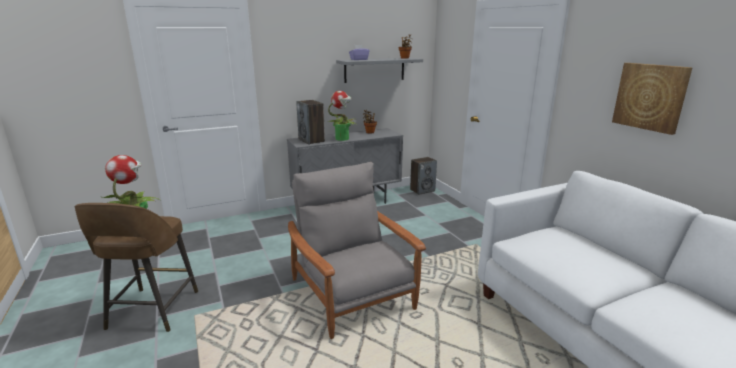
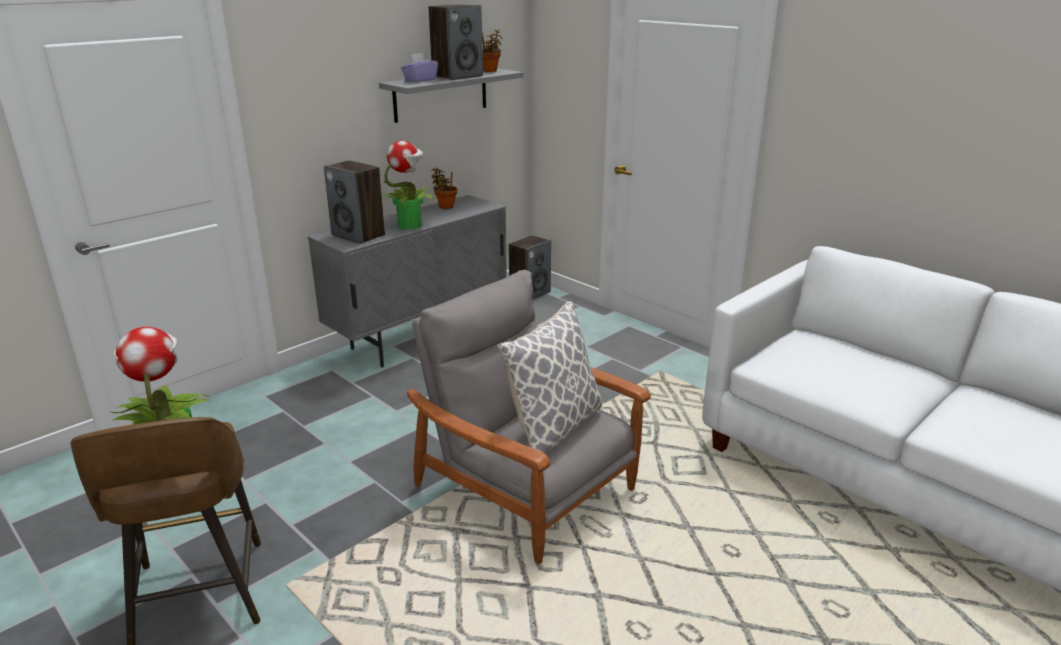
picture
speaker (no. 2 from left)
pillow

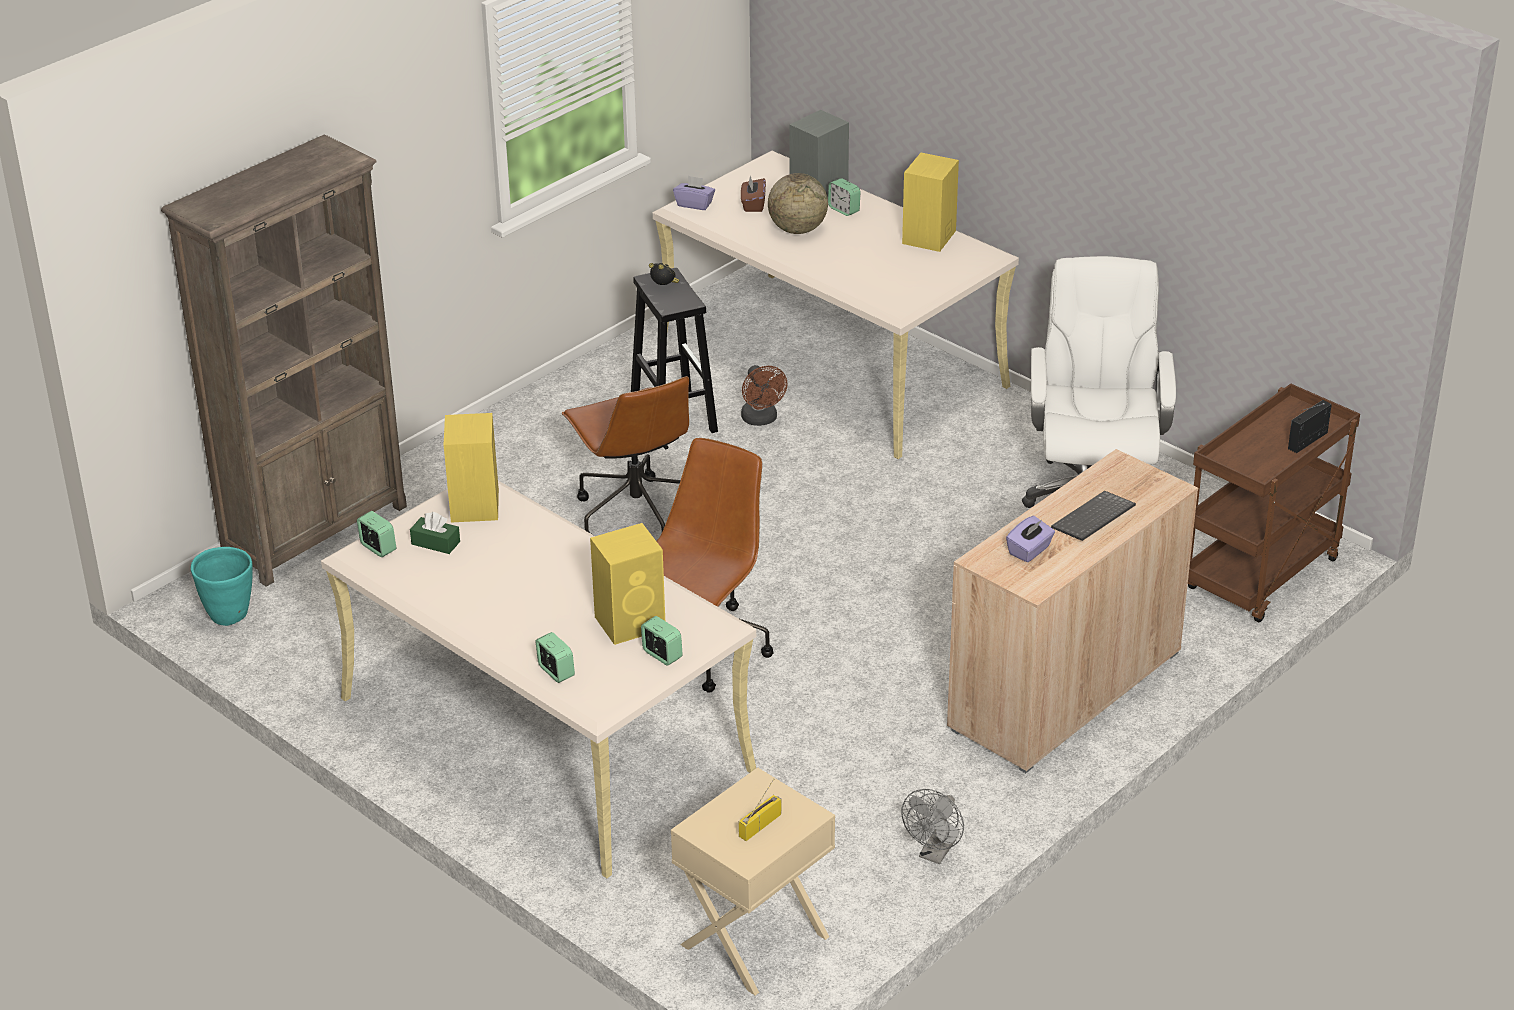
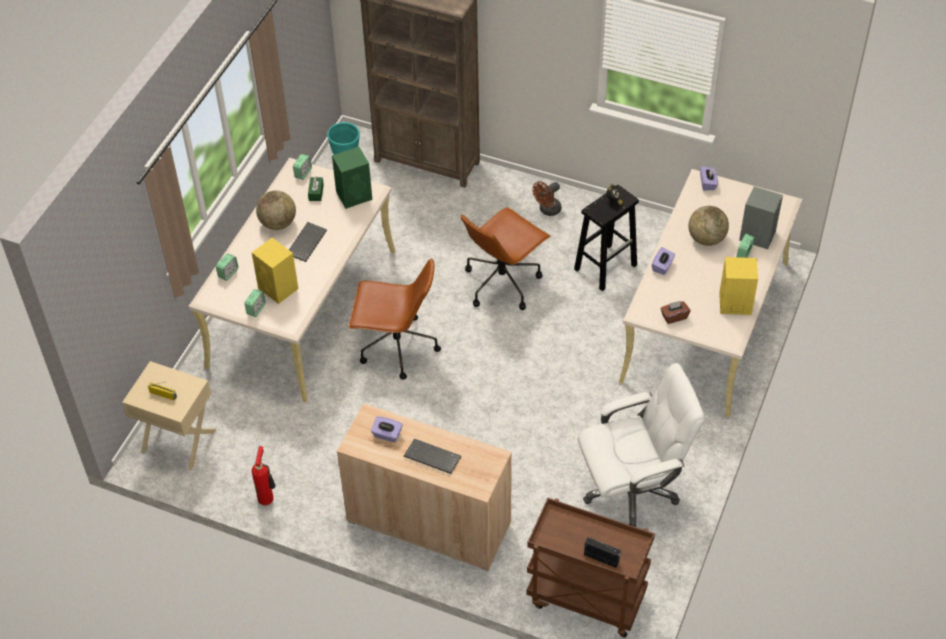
tissue box (brown)
fan (brown)
speaker (green)
fire extinguisher
globe (no. 1 from left)
keyboard (no. 1 from left)
tissue box (purple) (no. 2 from left)

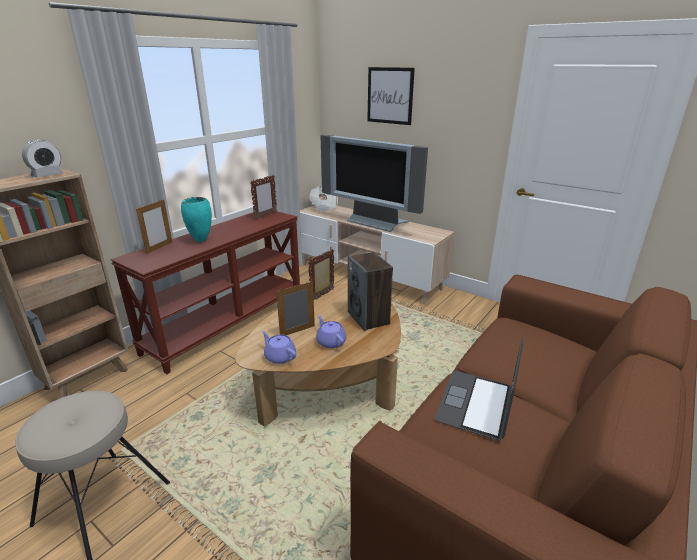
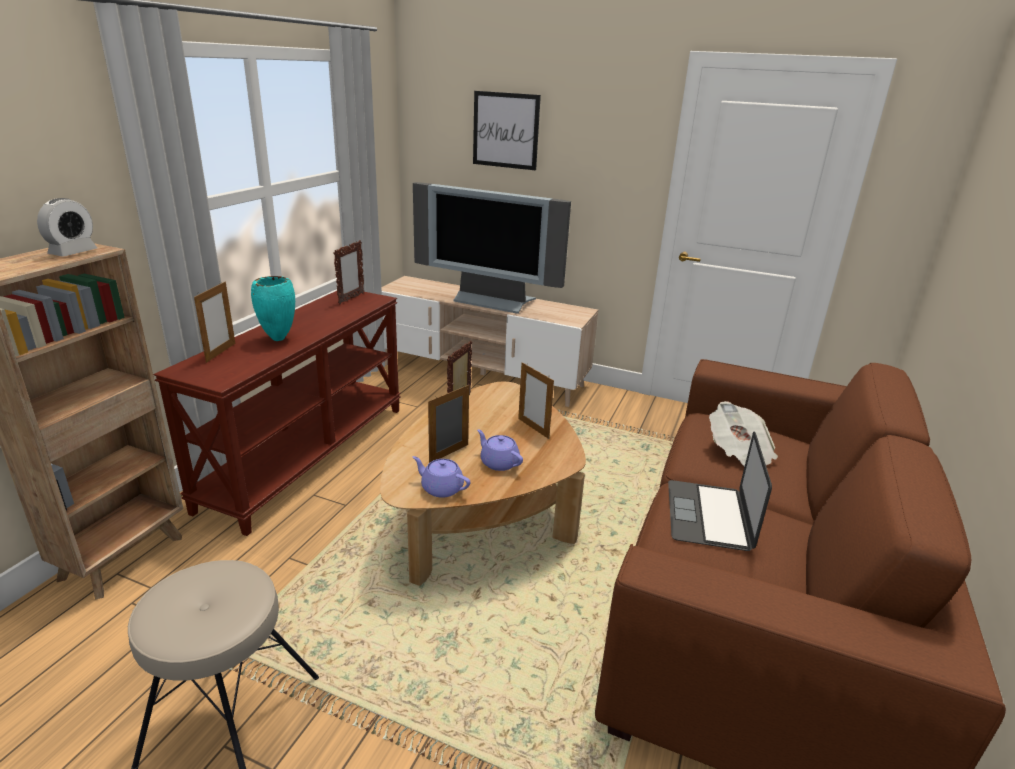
newspaper
picture frame (no. 5 from left)

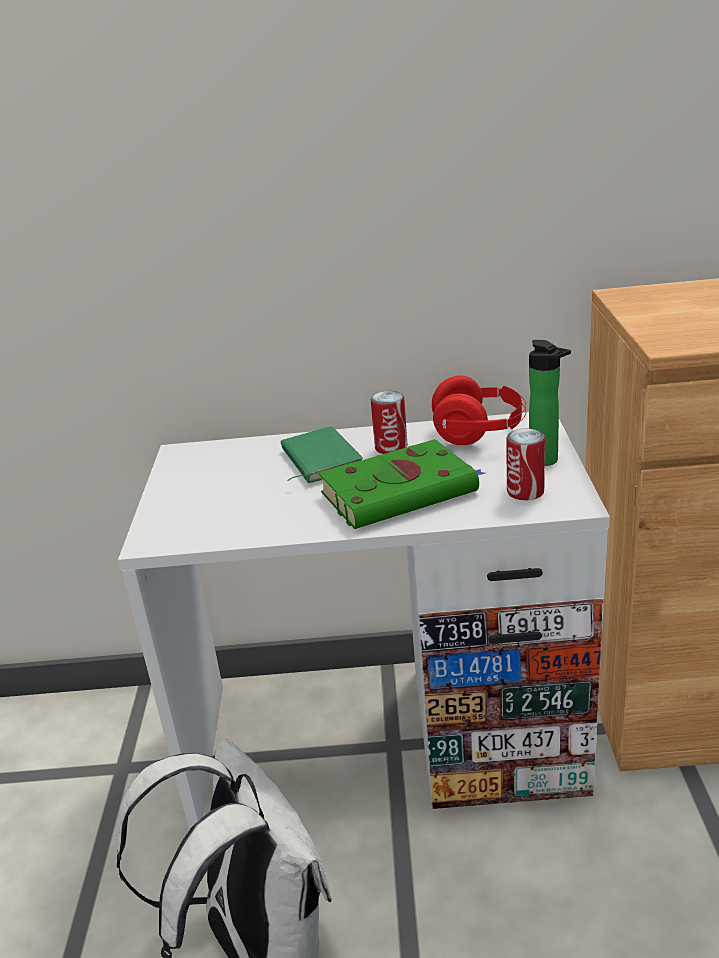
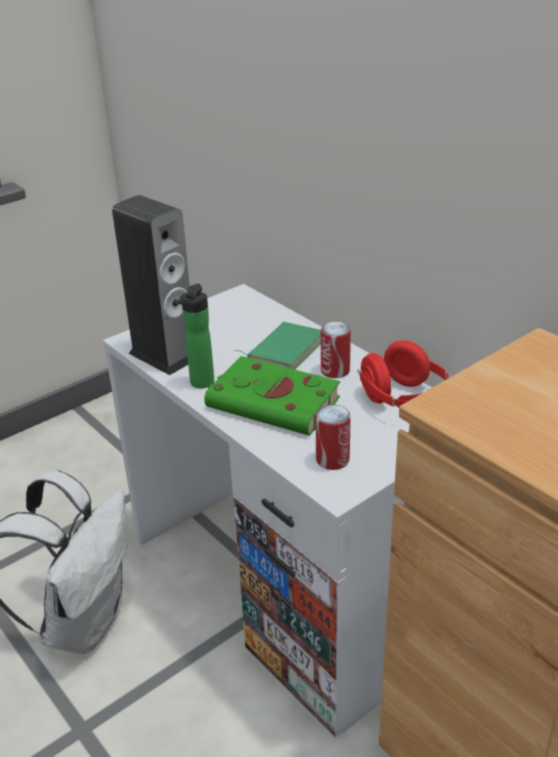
bottle
speaker

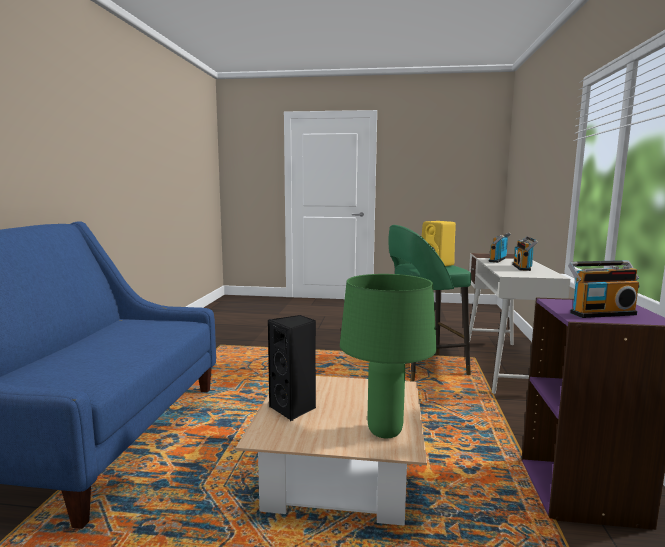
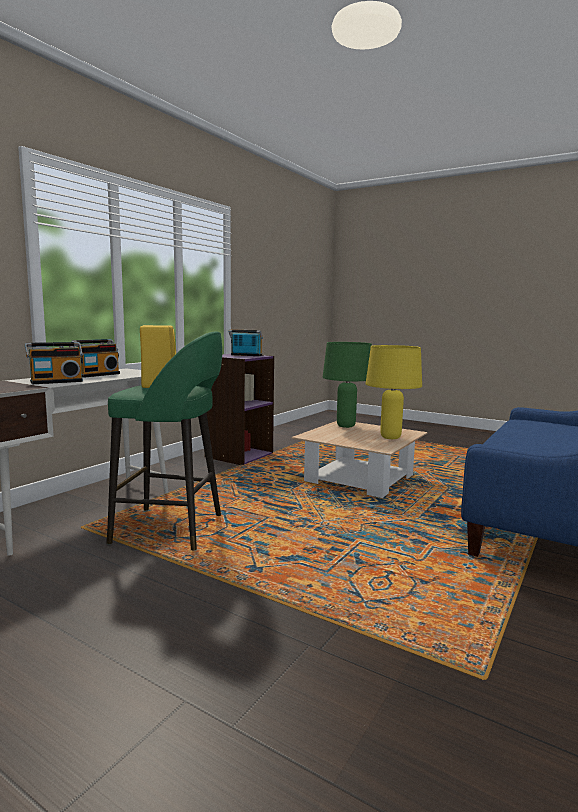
table lamp (yellow)

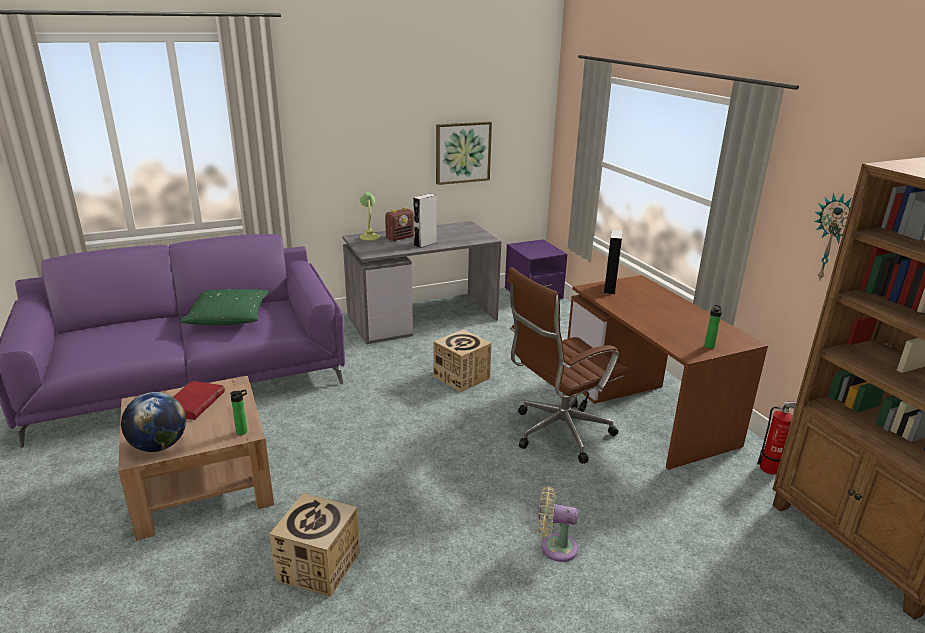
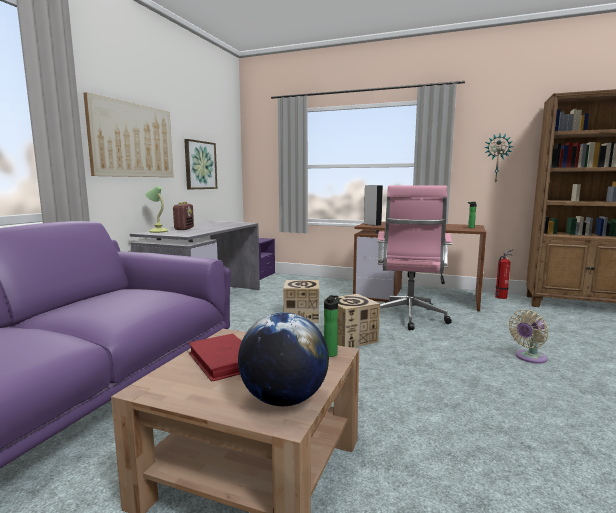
speaker (grey) (no. 1 from left in the first image)
office chair (pink)
pillow (green)
cardboard box (no. 2 from left)
picture (no. 1 from left)

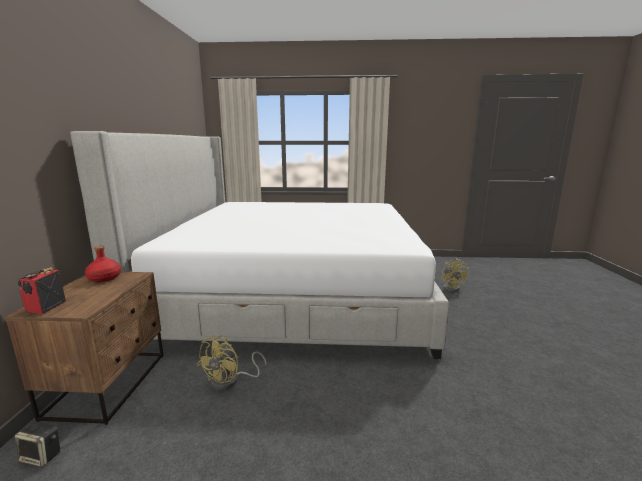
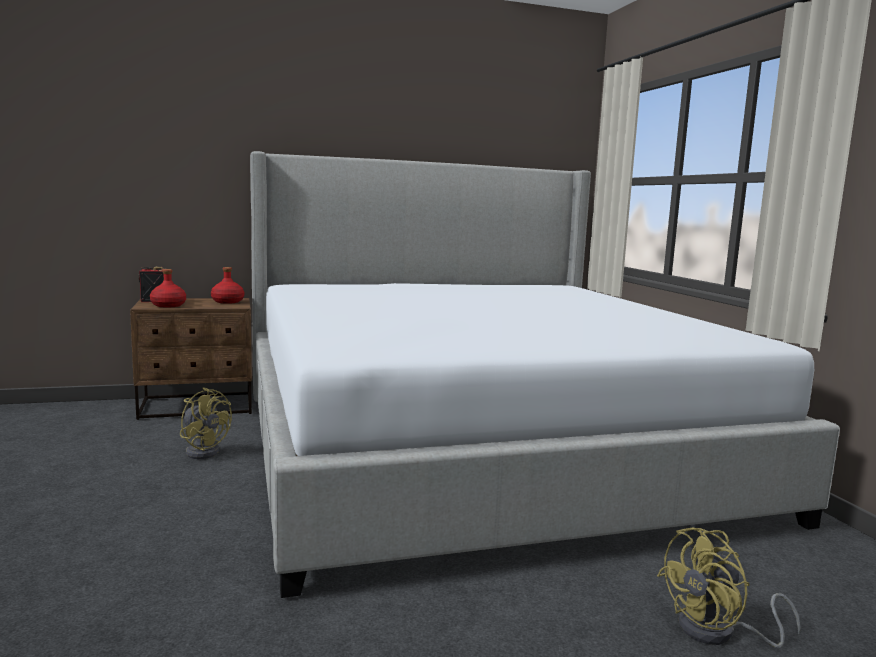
fan (yellow) (no. 1 from left)
speaker
bottle (red) (no. 1 from left)

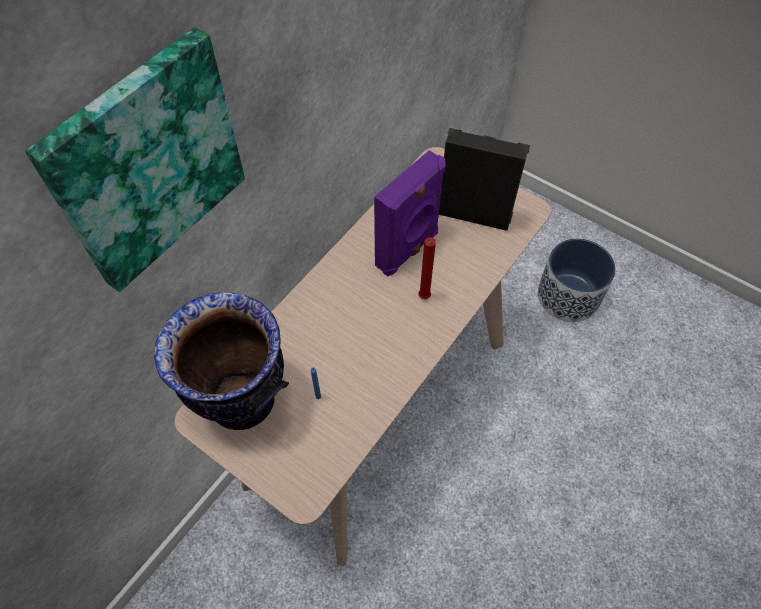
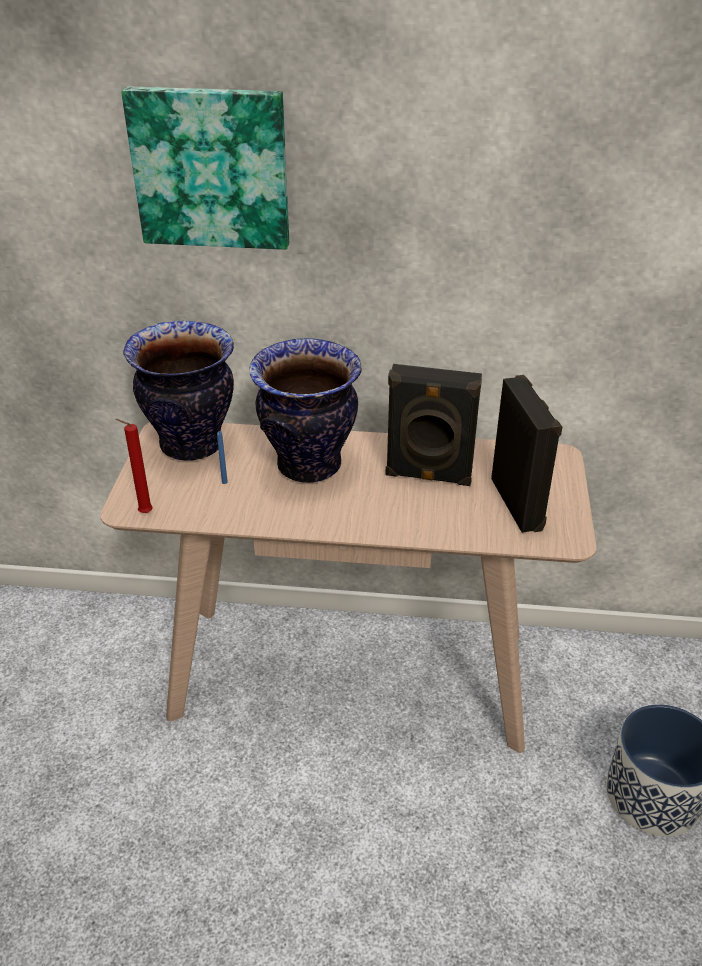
speaker (black) (no. 1 from left)
candle (red)
vase (no. 2 from left)

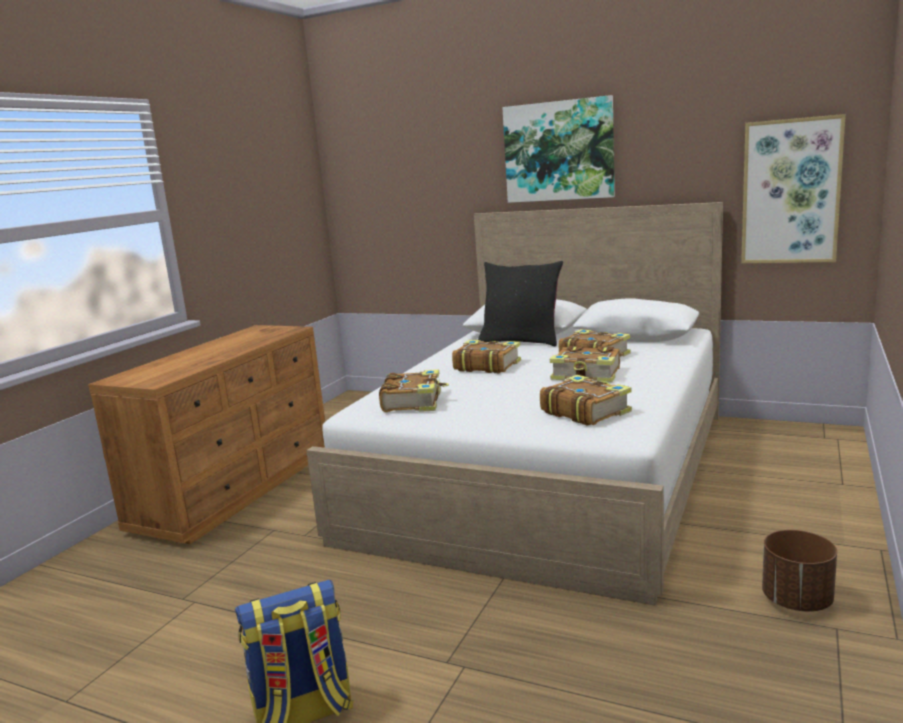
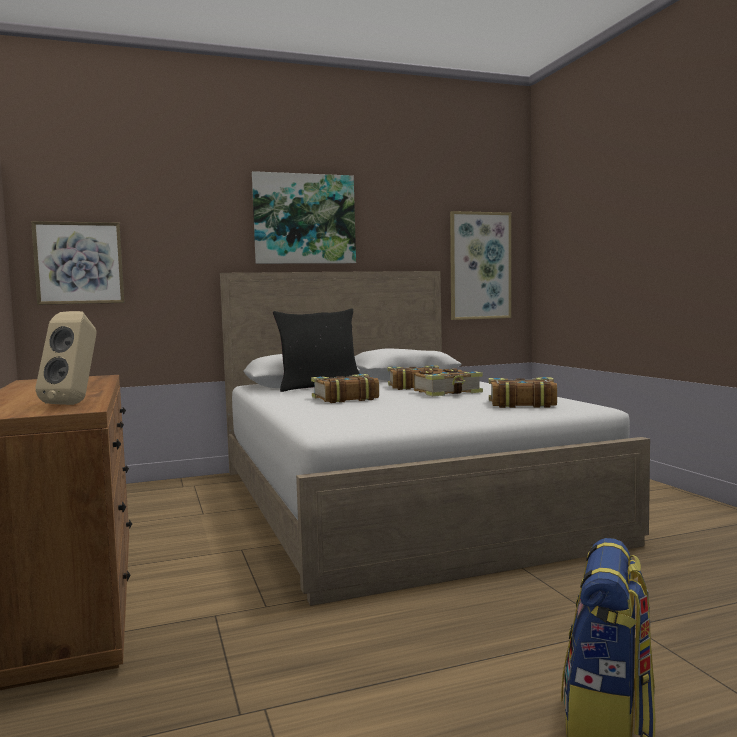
book (no. 1 from left in the first image)
planter (brown)
picture (no. 1 from left)
speaker (beige)

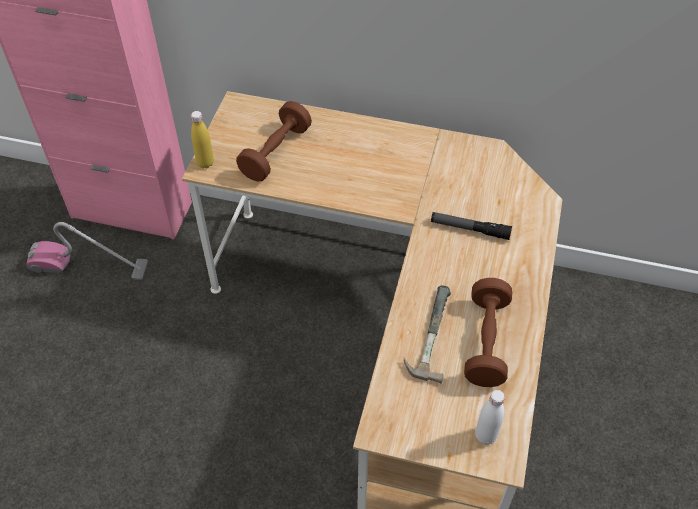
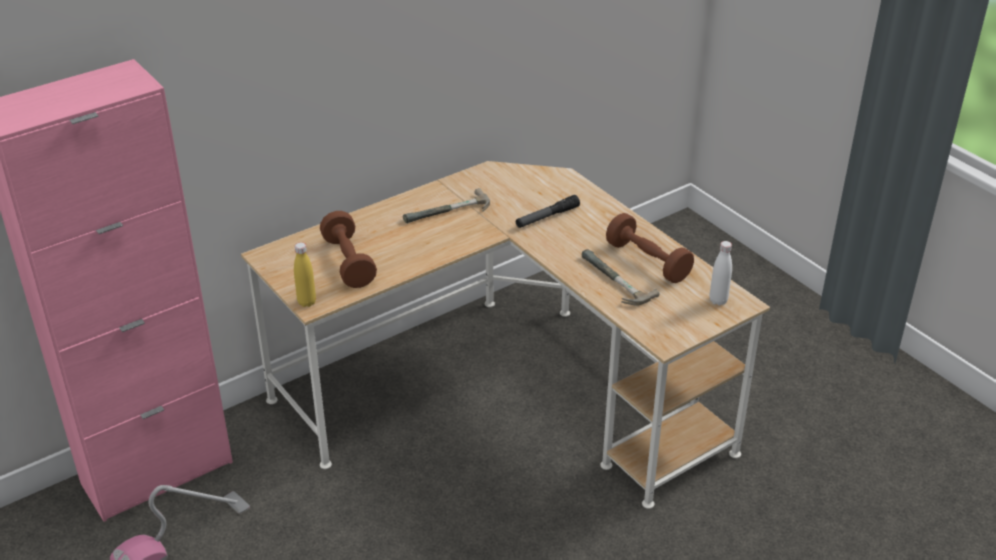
hammer (no. 1 from left)

